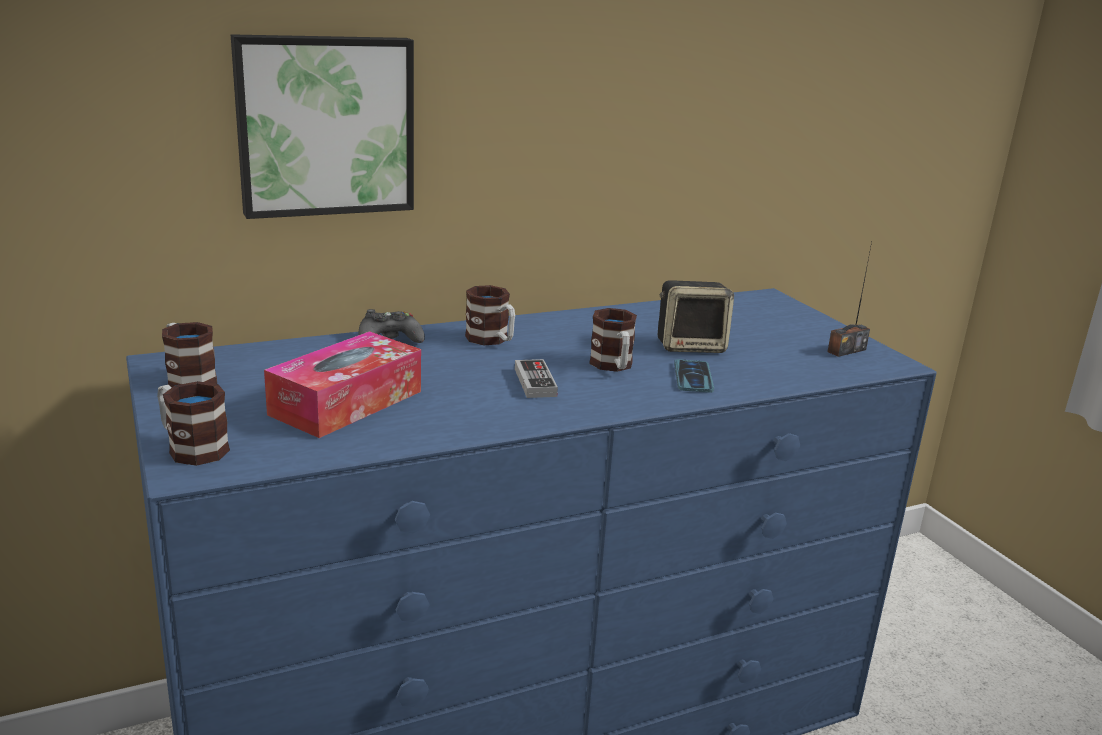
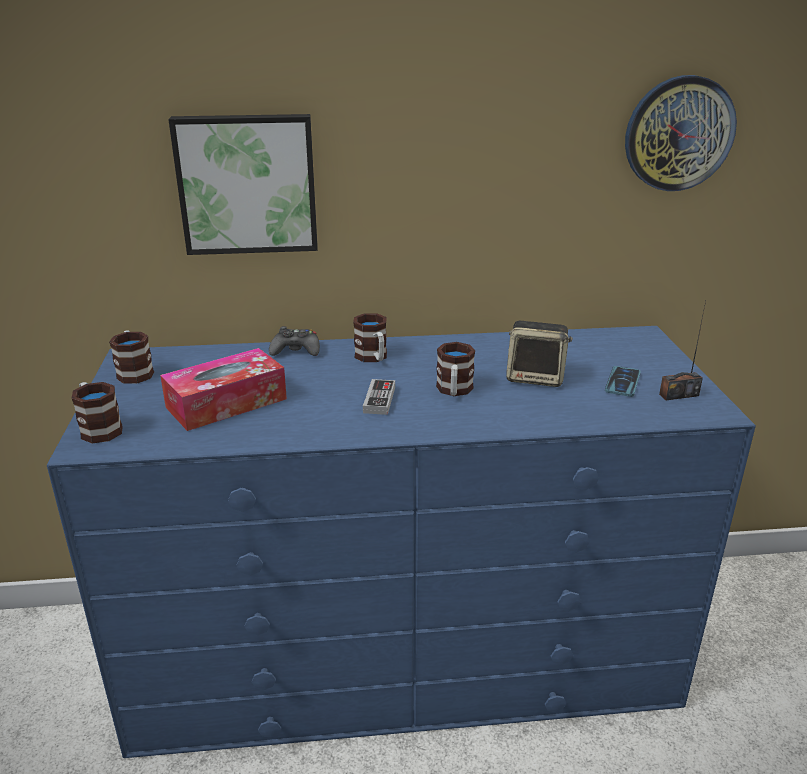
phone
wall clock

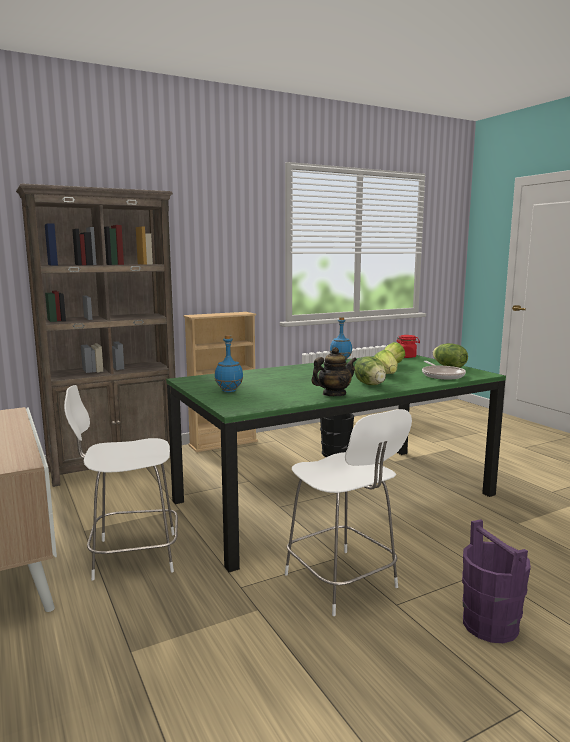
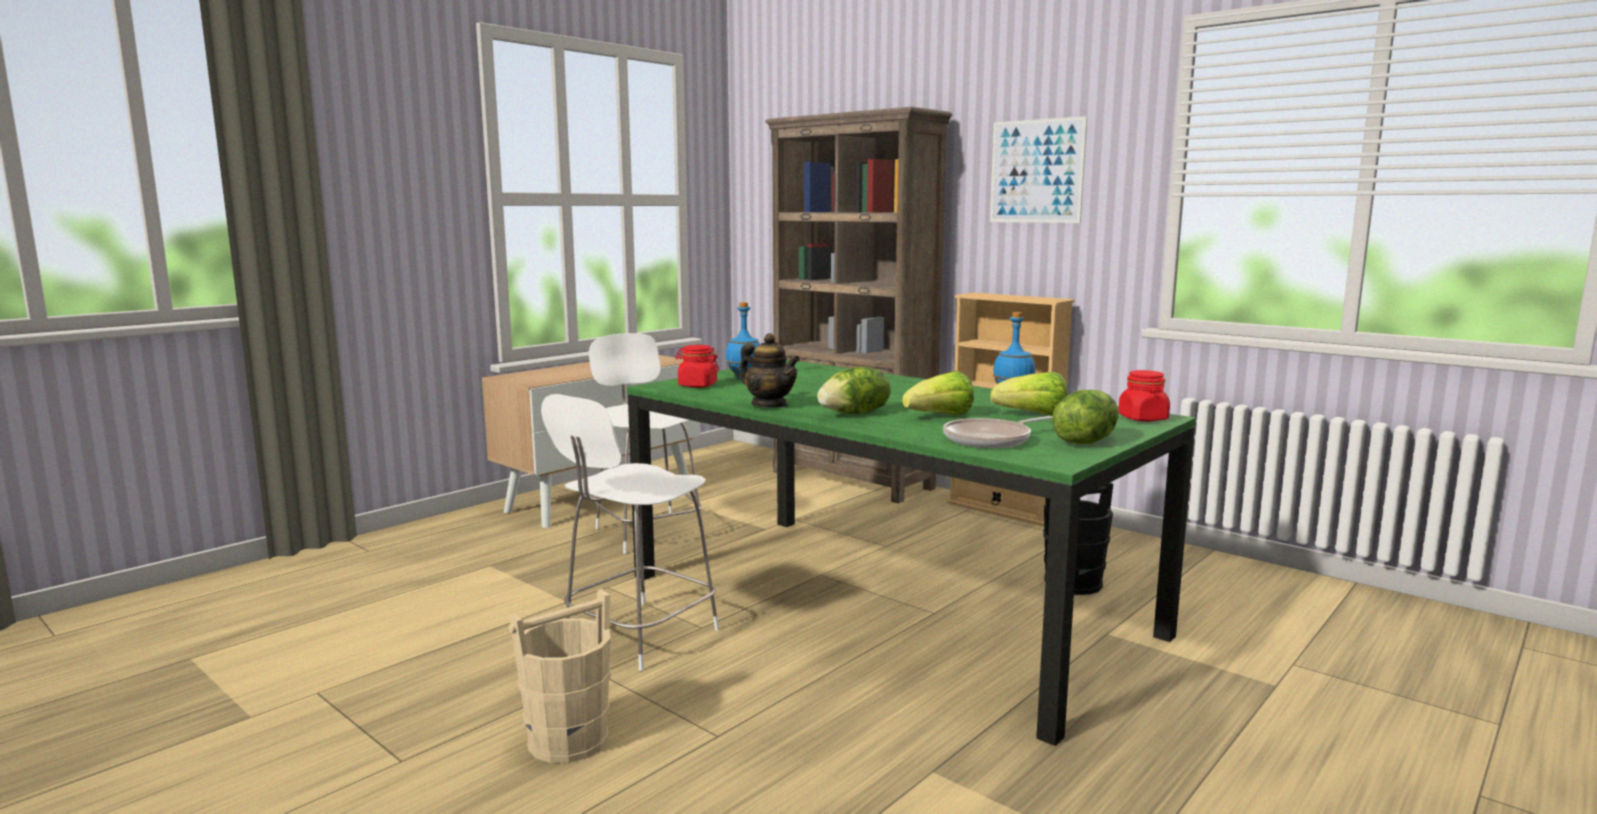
bucket (beige)
picture
jar (red) (no. 1 from left)

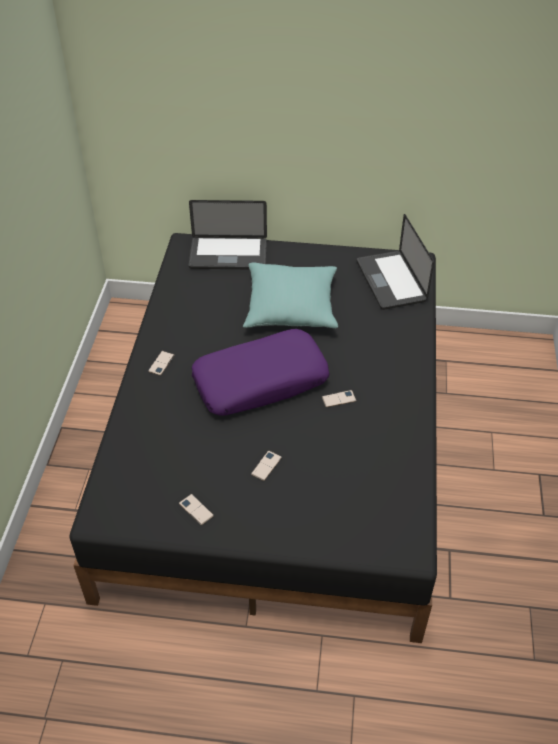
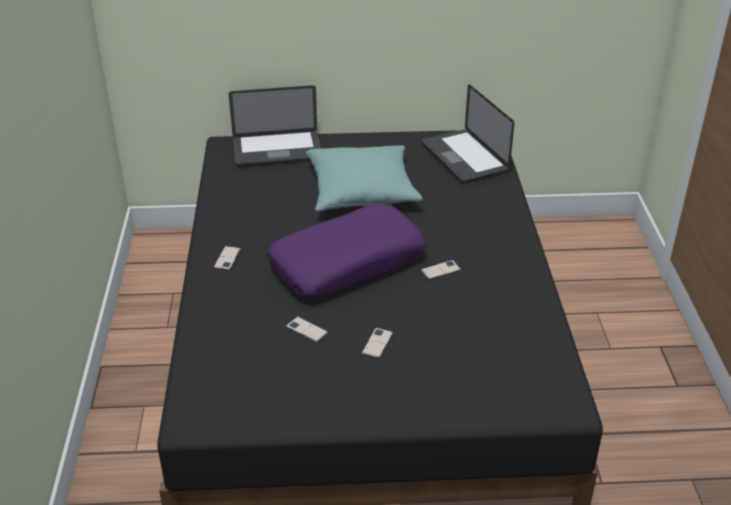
phone (no. 2 from left)

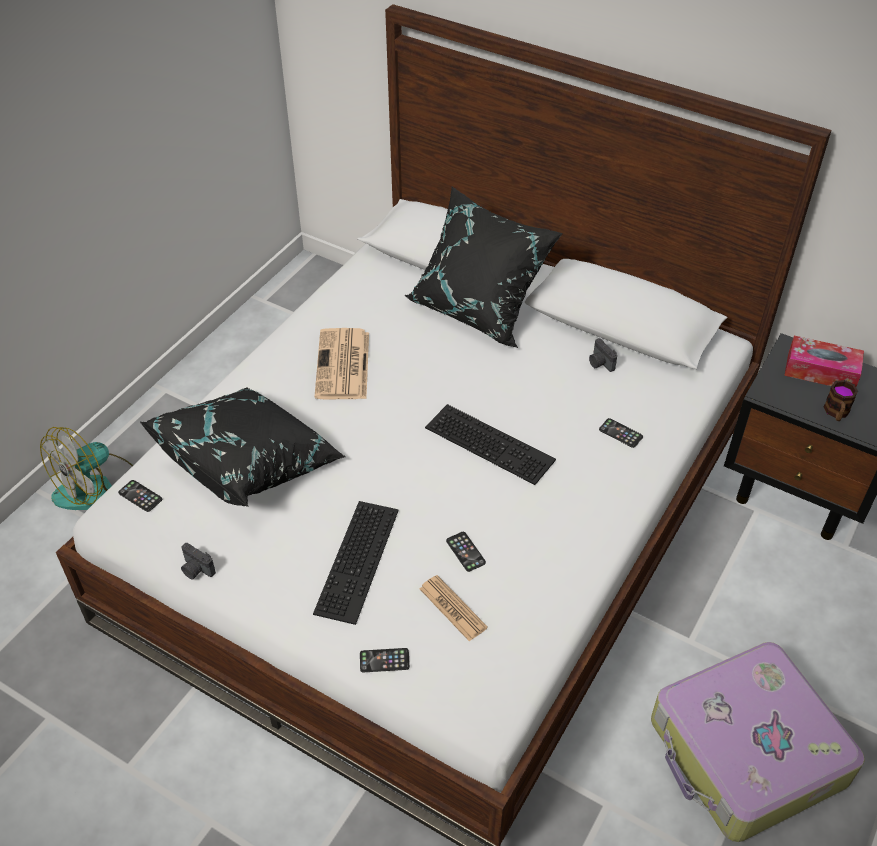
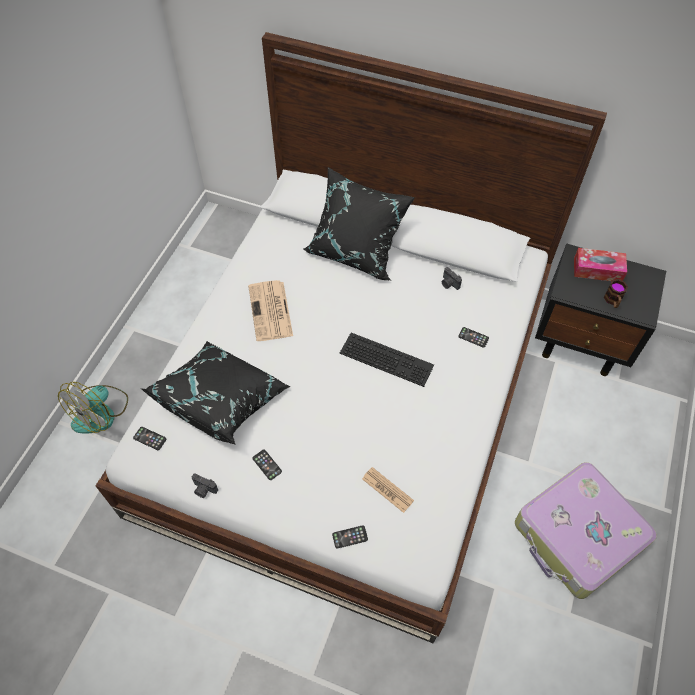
keyboard (no. 1 from left in the first image)
phone (no. 2 from left)

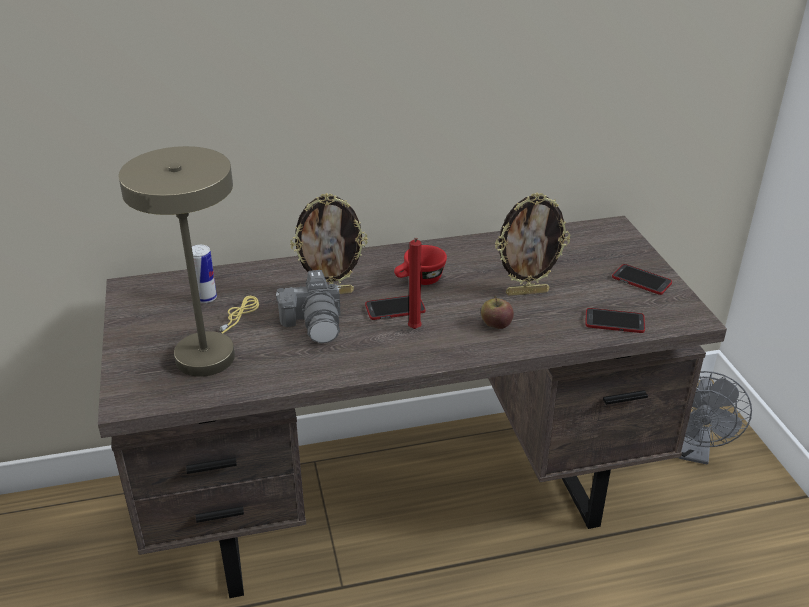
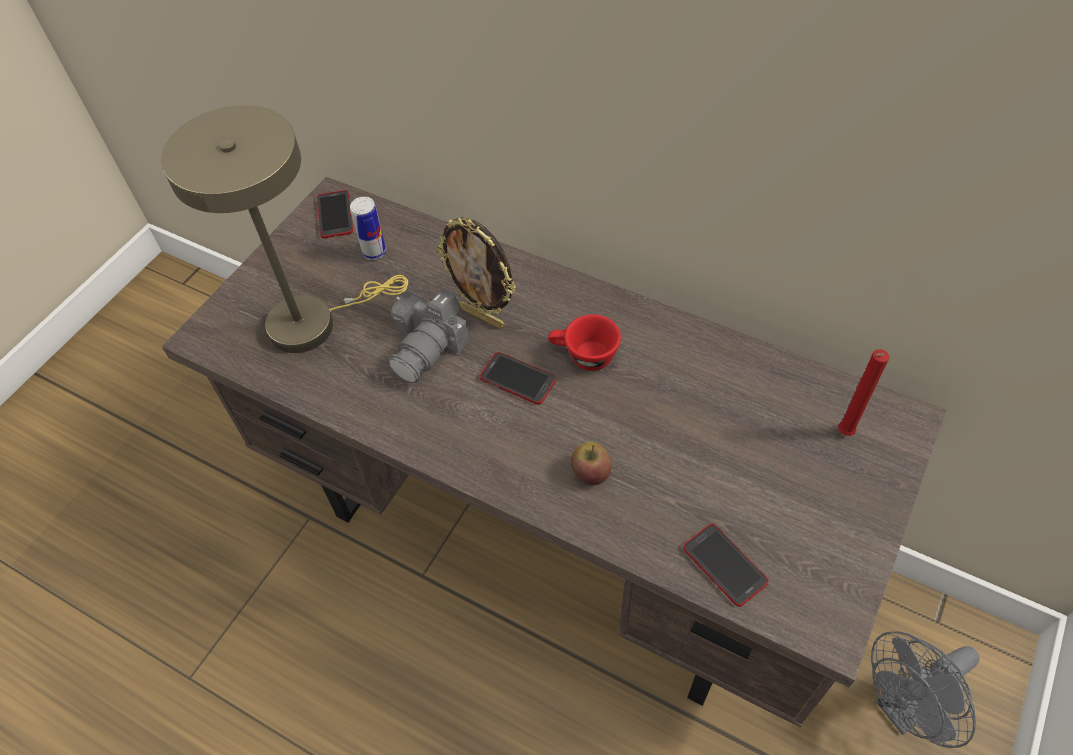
picture frame (no. 2 from left in the first image)
candle (red)
phone (no. 1 from left)

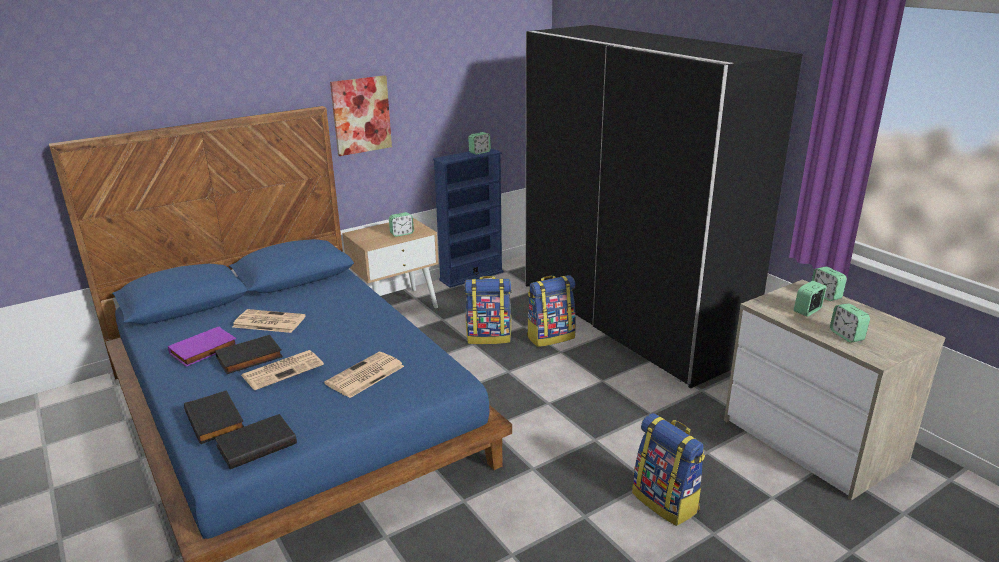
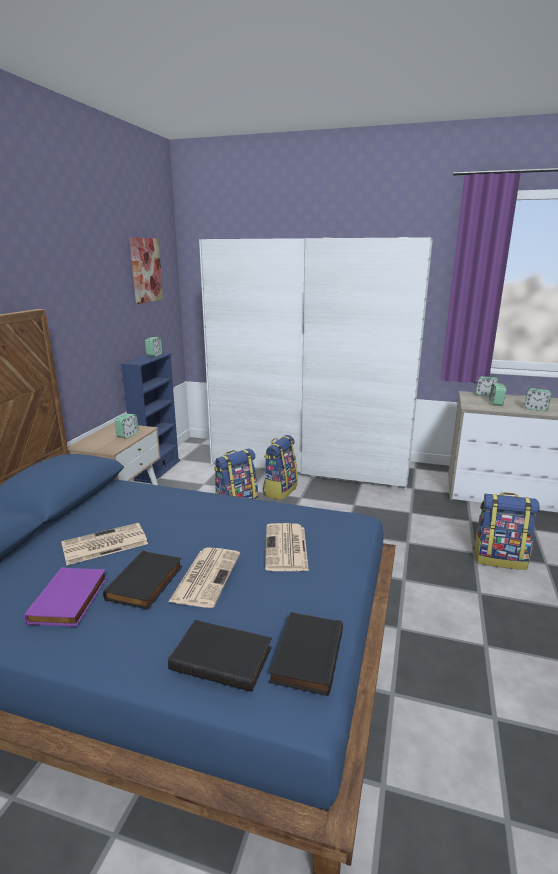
wardrobe (white)
picture

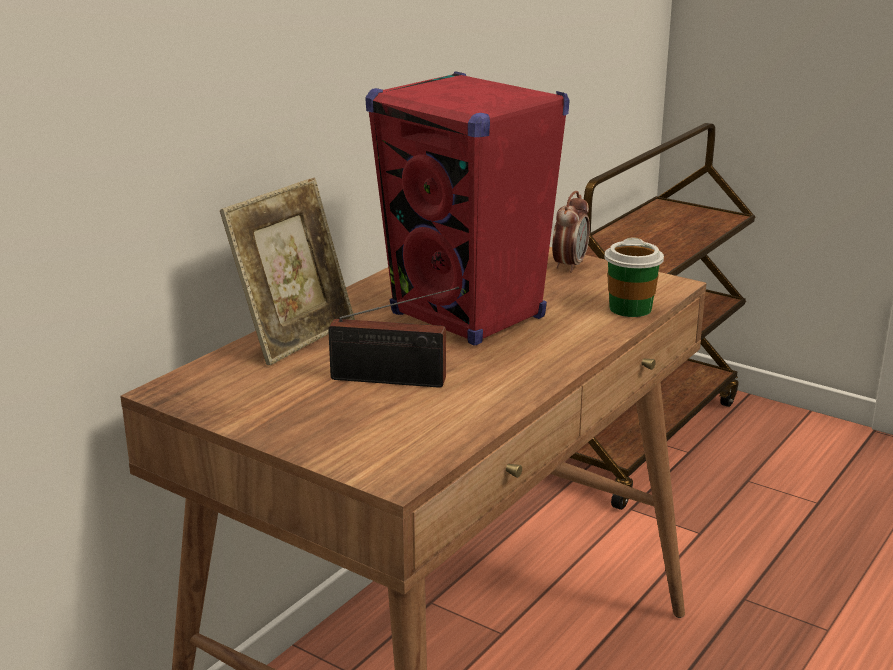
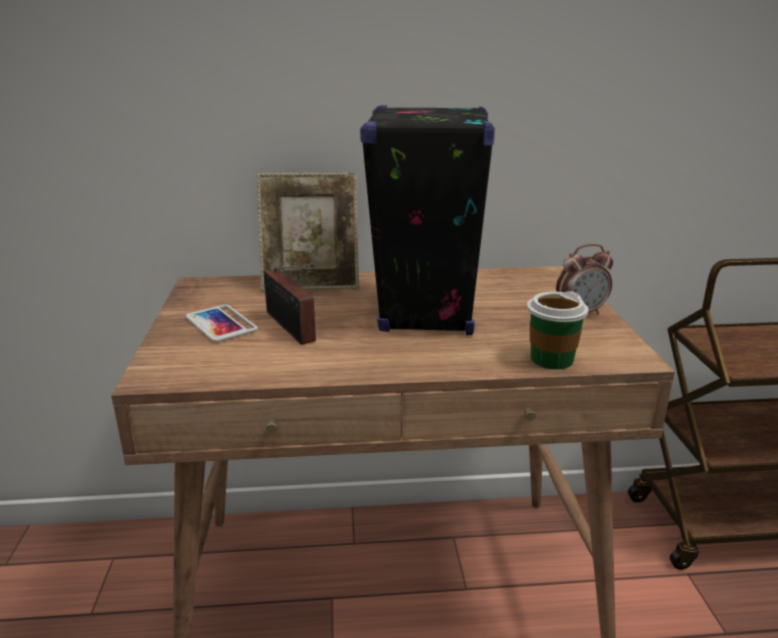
speaker (black)
phone

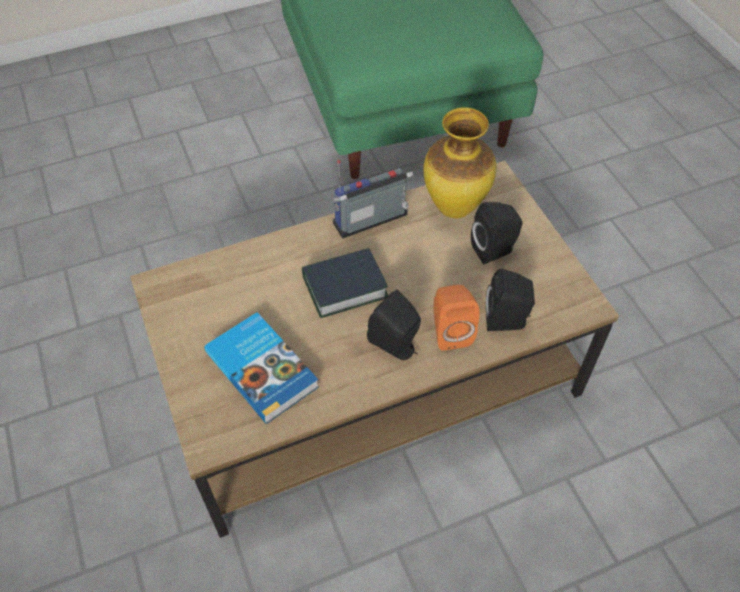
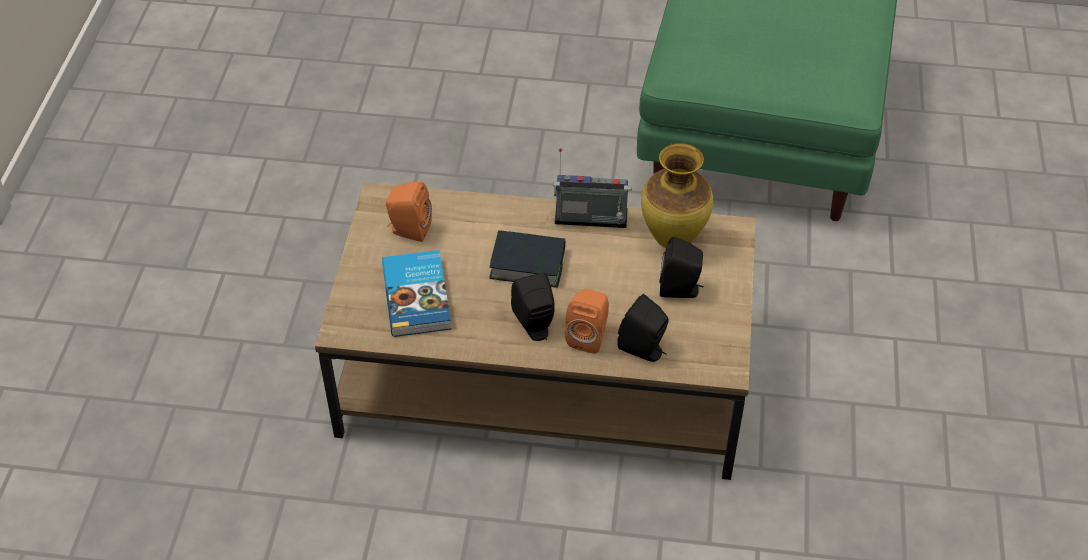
speaker (orange) (no. 1 from left)

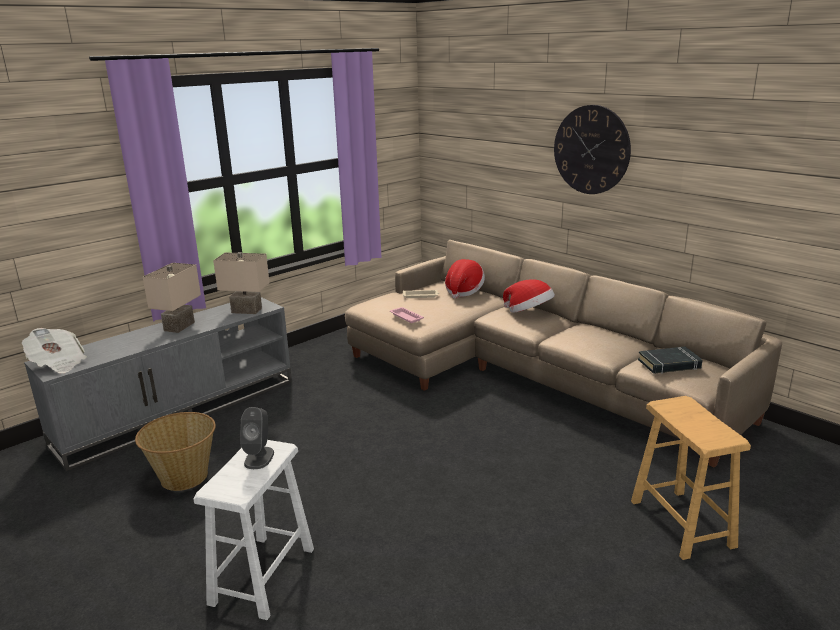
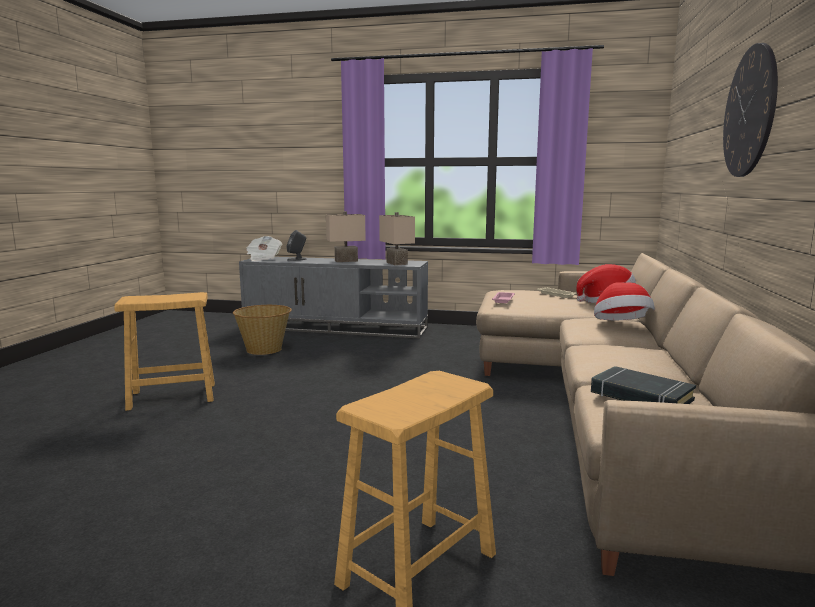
speaker (grey)
stool (brown) (no. 1 from left)

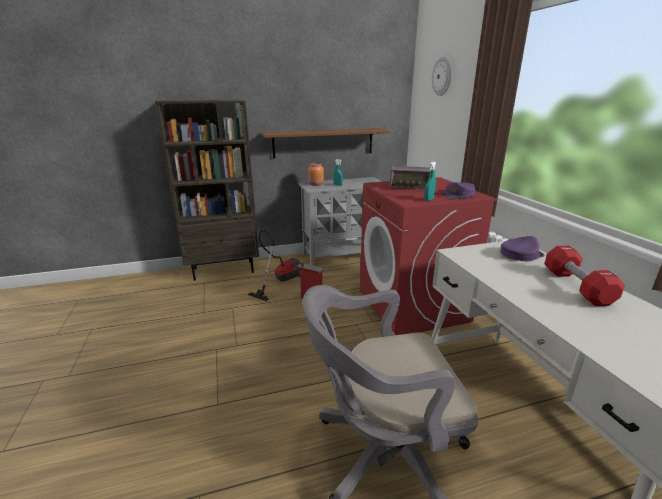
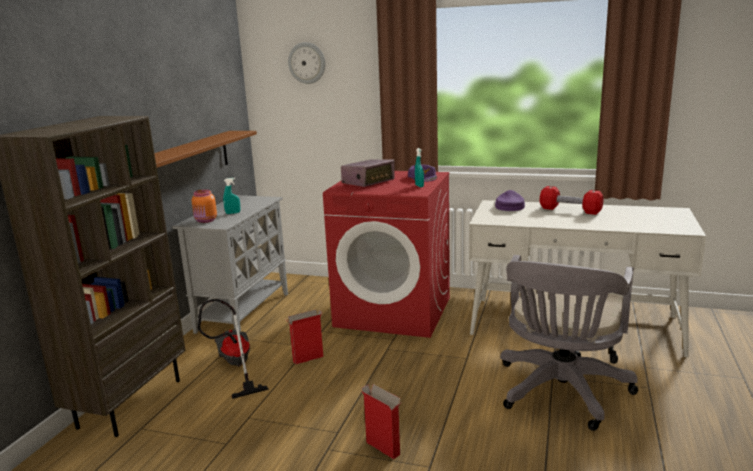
cardboard box (no. 2 from left)

